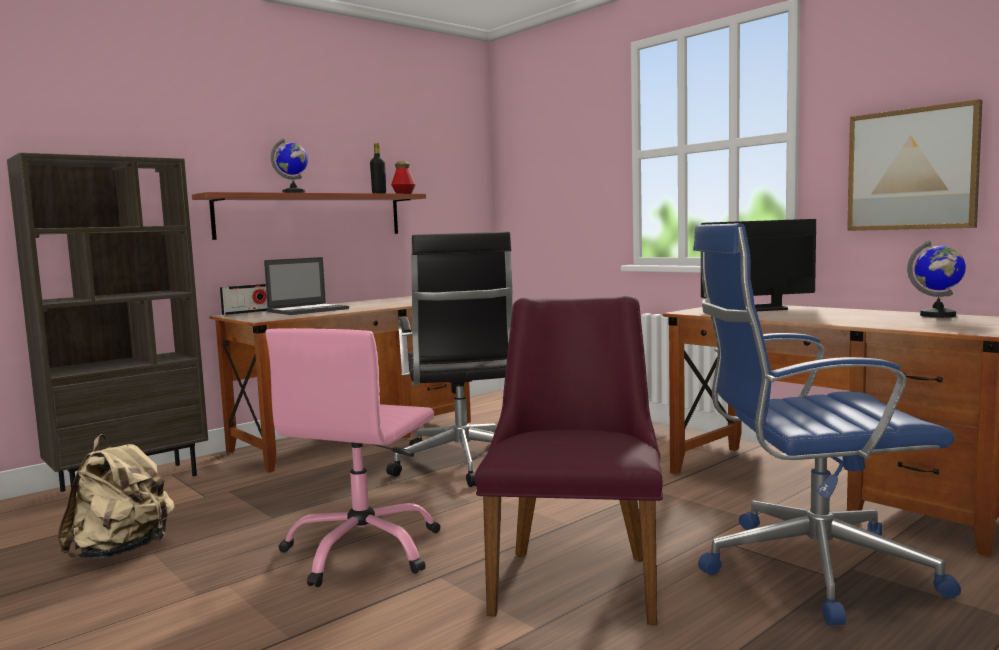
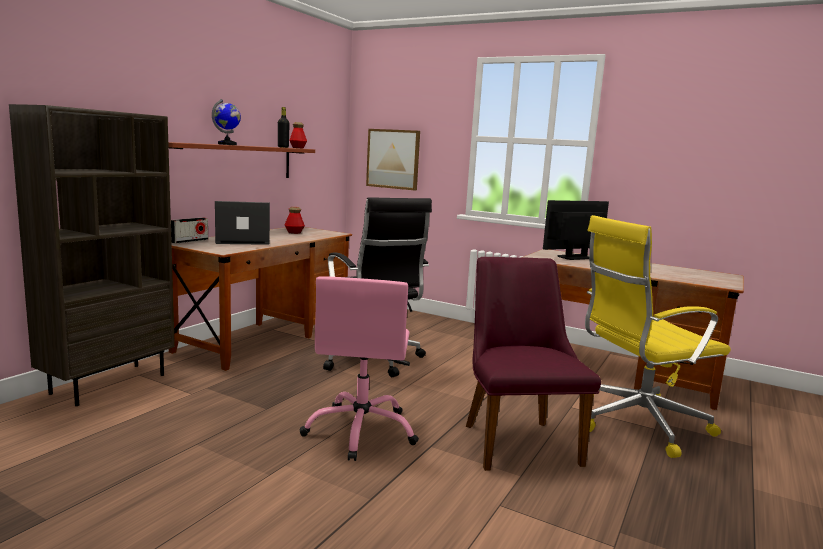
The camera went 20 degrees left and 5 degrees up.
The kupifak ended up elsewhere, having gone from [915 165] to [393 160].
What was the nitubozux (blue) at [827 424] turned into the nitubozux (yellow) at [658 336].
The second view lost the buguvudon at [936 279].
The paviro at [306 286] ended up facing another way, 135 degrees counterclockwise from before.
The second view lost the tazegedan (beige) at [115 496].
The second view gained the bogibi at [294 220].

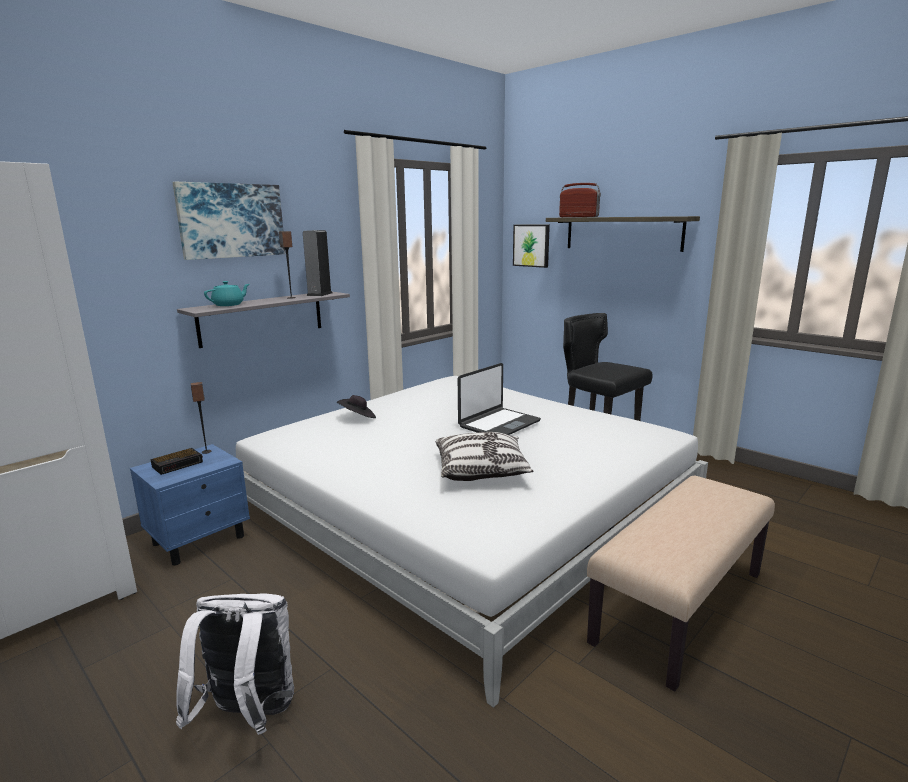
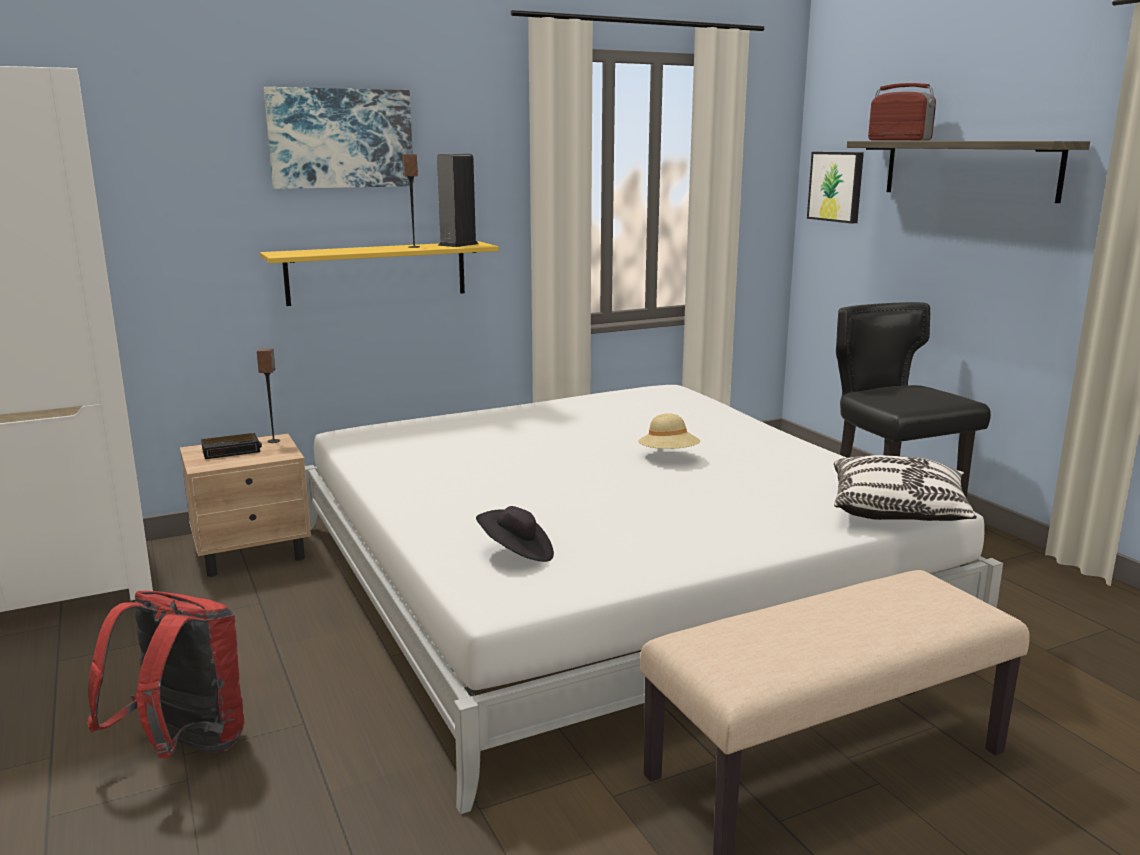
The camera went 20 degrees right and 0 degrees up.
The second view lost the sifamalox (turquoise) at [226 293].
What was the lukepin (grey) at [263 320] turned into the lukepin (yellow) at [379 273].
Where the paviro stood at [499 399], the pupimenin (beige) came to stand at [669 431].
The pupimenin (black) ended up elsewhere, having gone from [356 406] to [515 534].
The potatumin ended up elsewhere, having gone from [484 456] to [905 488].
What was the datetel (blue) at [190 505] turned into the datetel (beige) at [245 505].
What was the tazegedan (white) at [235 664] turned into the tazegedan (red) at [165 674].

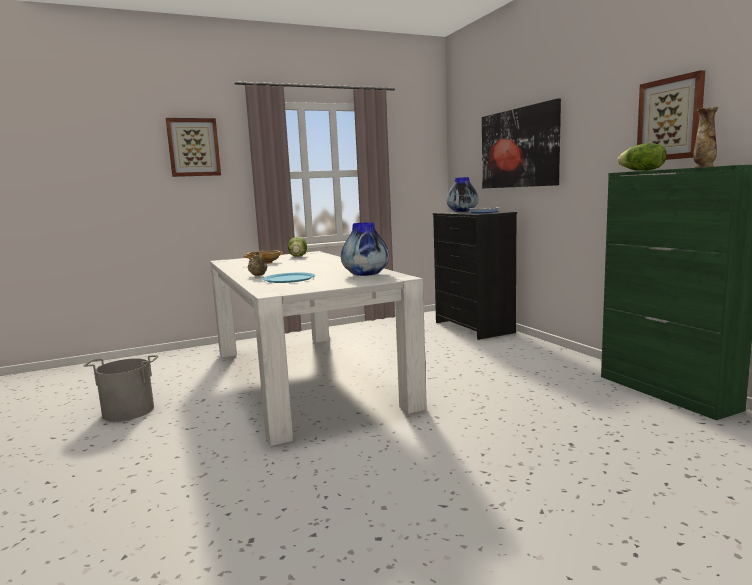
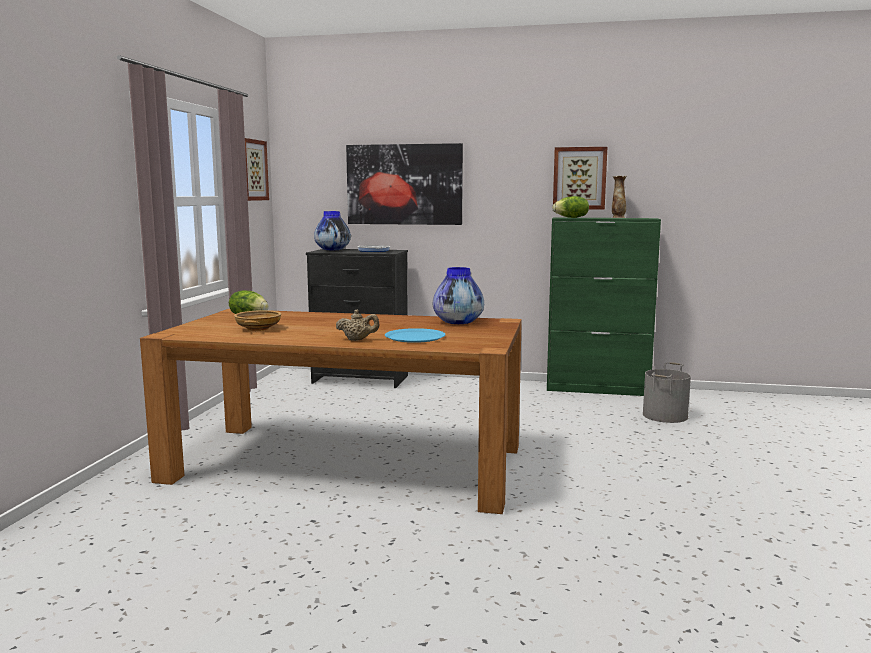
The camera went 55 degrees left and 0 degrees up.
The kupifak ended up elsewhere, having gone from [193 147] to [257 169].
What was the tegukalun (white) at [318 348] turned into the tegukalun (brown) at [331 411].
The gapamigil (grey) ended up elsewhere, having gone from [121 388] to [667 392].

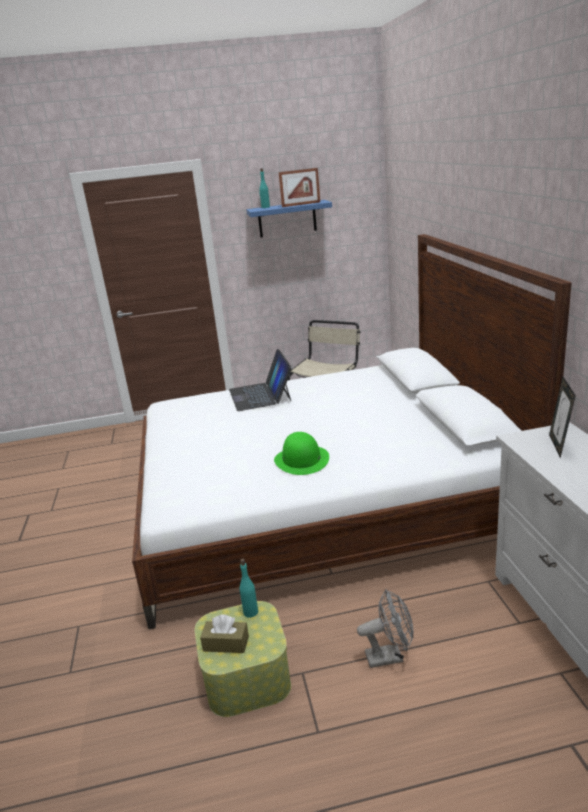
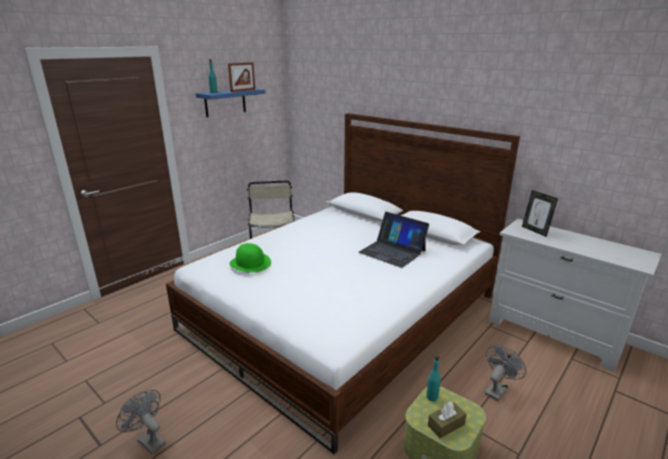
The camera went 40 degrees left and 0 degrees up.
The paviro ended up elsewhere, having gone from [260 380] to [394 240].
The pupimenin (green) ended up elsewhere, having gone from [301 453] to [250 258].
The second view gained the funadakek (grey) at [141 422].

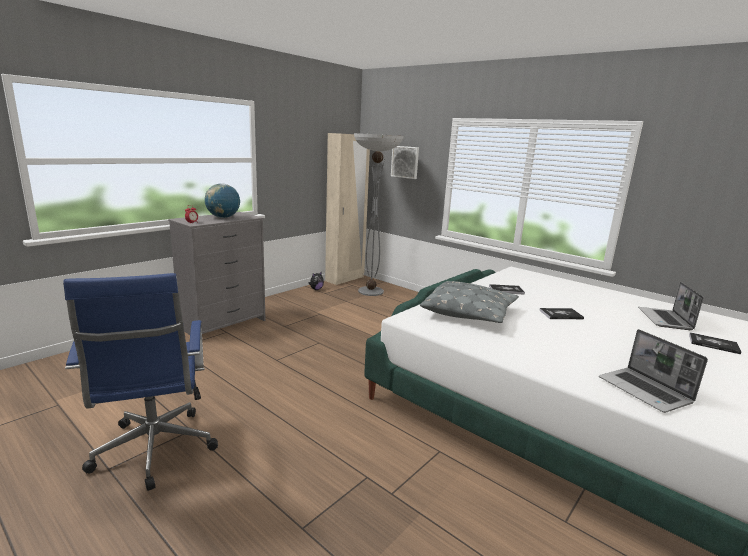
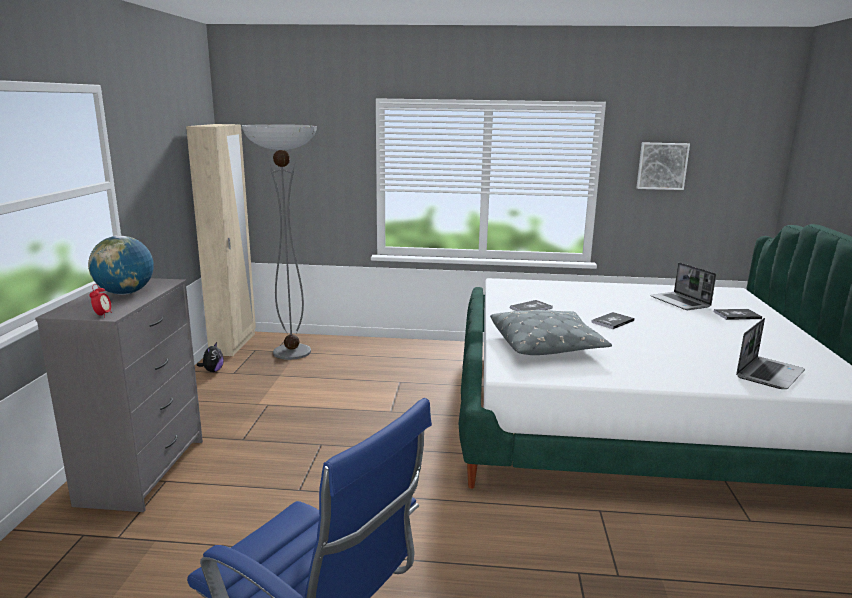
The camera went 35 degrees left and 0 degrees up.
The kupifak ended up elsewhere, having gone from [405 162] to [663 166].
The paviro at [653 371] ended up facing another way, 75 degrees counterclockwise from before.

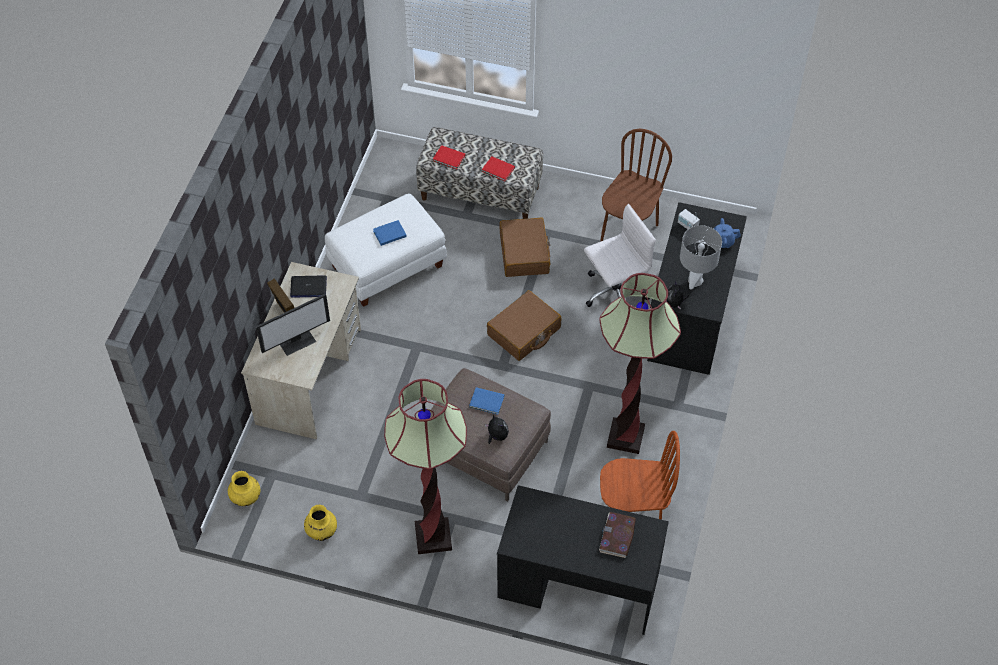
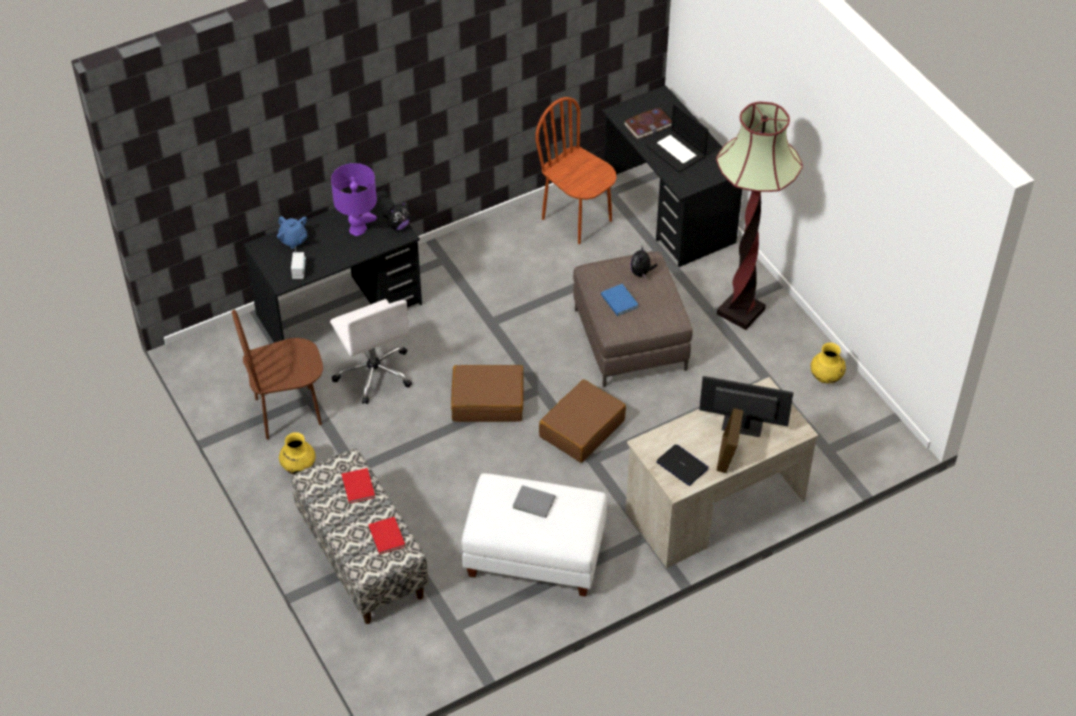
The camera went 135 degrees left and 5 degrees down.
The nitubozux (white) at [620 255] ended up facing another way, 135 degrees counterclockwise from before.
The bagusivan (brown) ended up elsewhere, having gone from [524 247] to [582 421].
What was the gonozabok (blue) at [390 233] turned into the gonozabok (grey) at [534 501].
What was the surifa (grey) at [701 257] turned into the surifa (purple) at [354 199].
The second view lost the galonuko at [640 363].
The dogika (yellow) ended up elsewhere, having gone from [244 488] to [297 453].
The second view gained the paviro at [676 138].

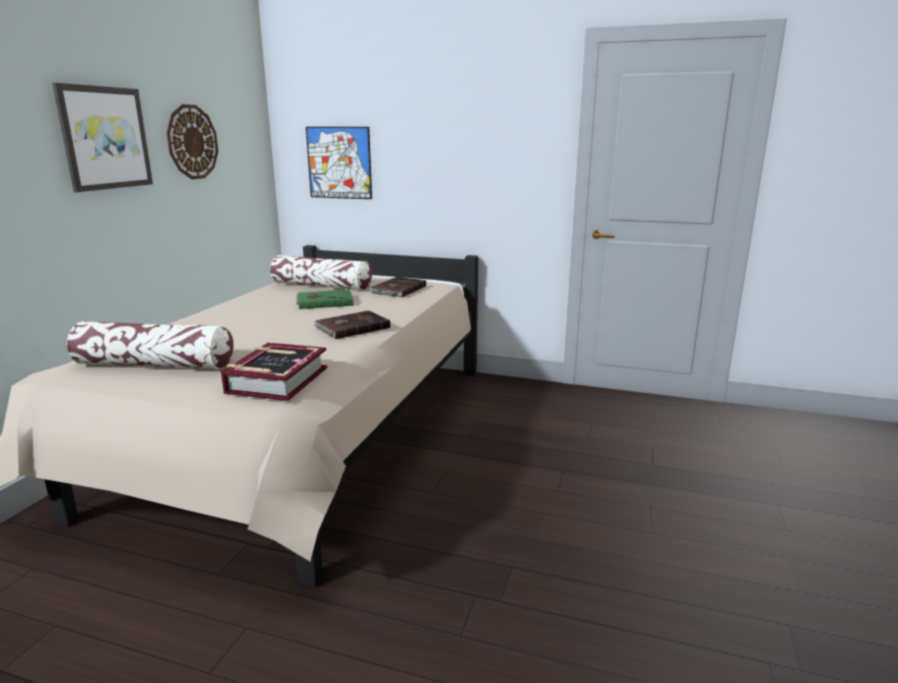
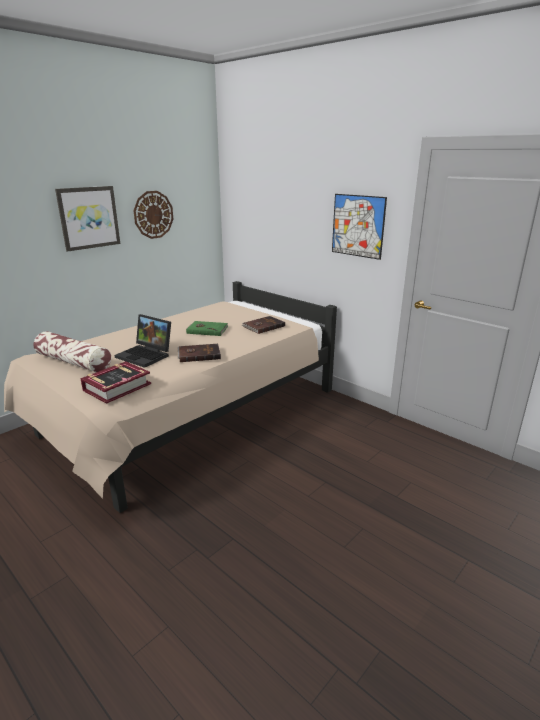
The camera went 25 degrees right and 5 degrees up.
The kupifak ended up elsewhere, having gone from [339 163] to [359 227].
The second view lost the potatumin at [321 272].
The second view gained the paviro at [143 341].

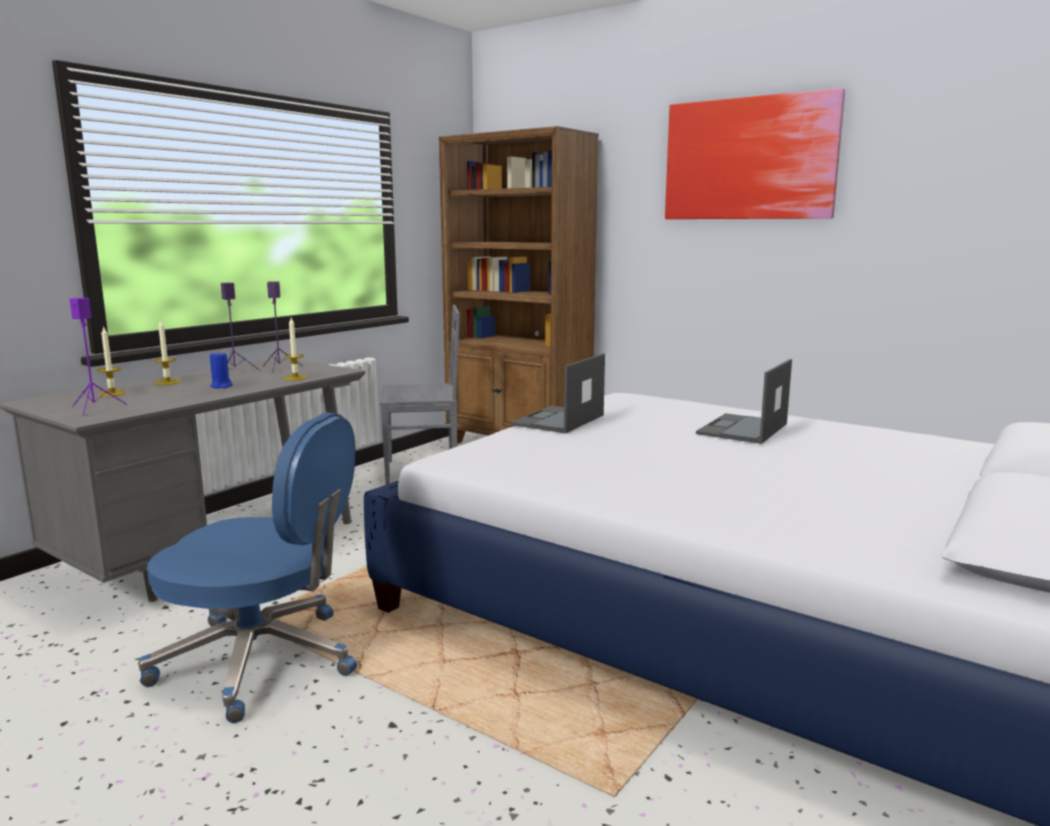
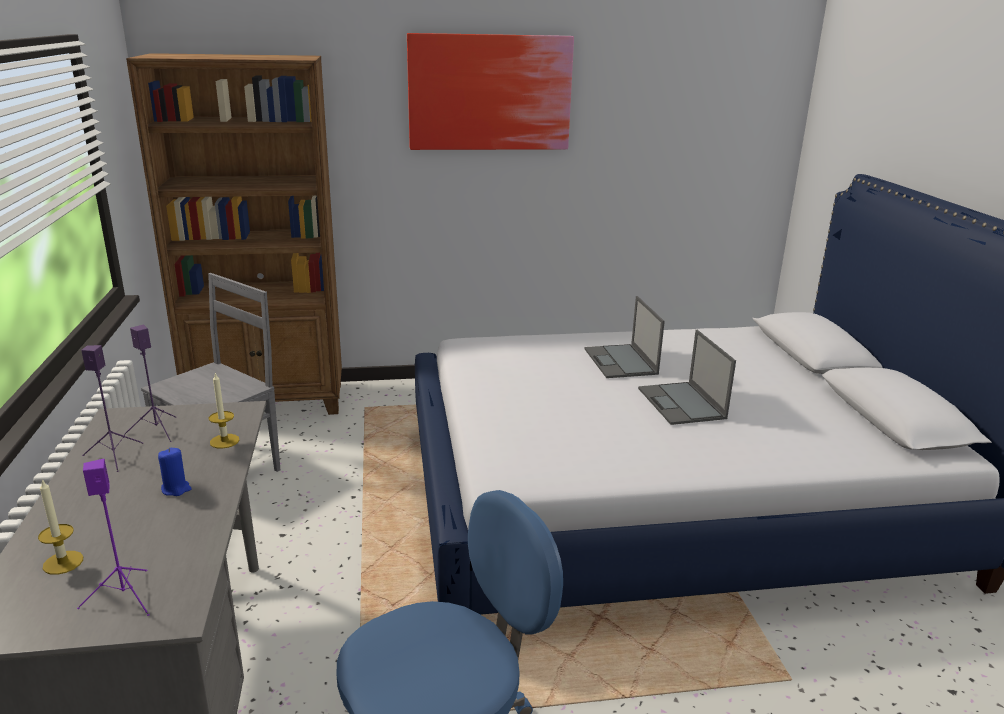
The camera went 45 degrees left and 10 degrees up.
The second view lost the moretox at [167 352].
The paviro ended up elsewhere, having gone from [558 393] to [687 377].

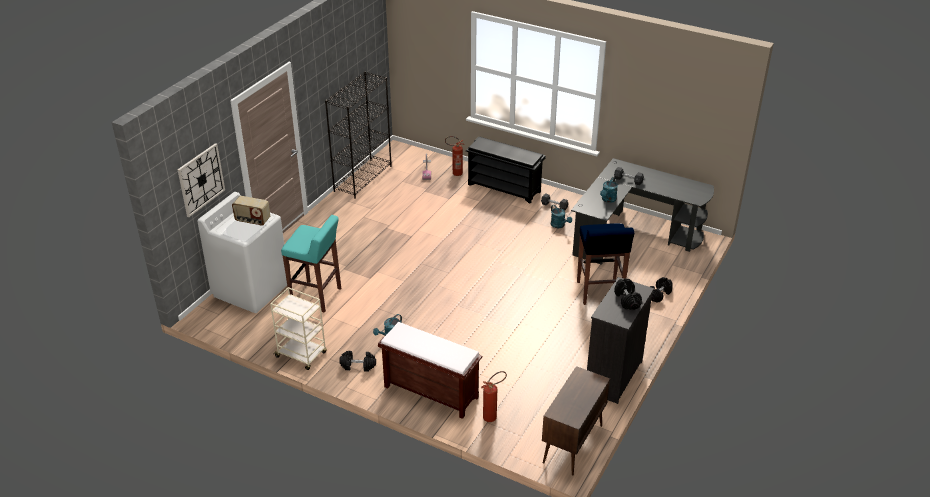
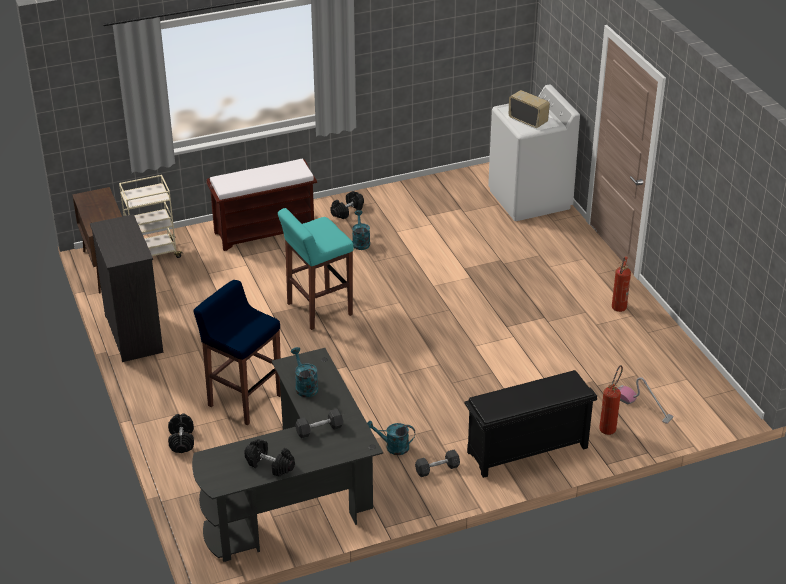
The camera went 130 degrees right and 0 degrees up.
The second view lost the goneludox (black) at [358 135].
The second view lost the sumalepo at [201 180].
The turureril at [251 211] ended up facing another way, 75 degrees clockwise from before.
The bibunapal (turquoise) ended up elsewhere, having gone from [311 264] to [316 269].
The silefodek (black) ended up elsewhere, having gone from [628 294] to [269 458].
The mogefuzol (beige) ended up elsewhere, having gone from [298 328] to [151 216].
The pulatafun ended up elsewhere, having gone from [494 396] to [621 284].

